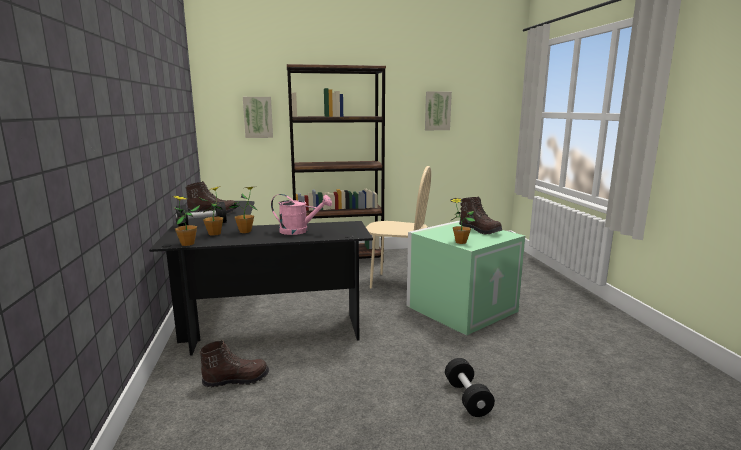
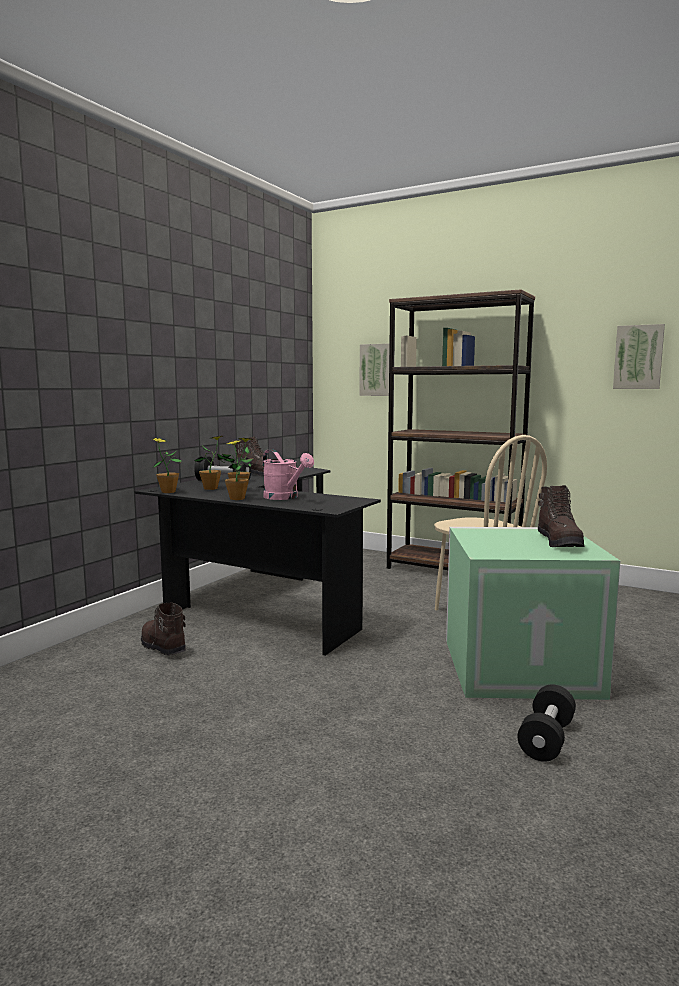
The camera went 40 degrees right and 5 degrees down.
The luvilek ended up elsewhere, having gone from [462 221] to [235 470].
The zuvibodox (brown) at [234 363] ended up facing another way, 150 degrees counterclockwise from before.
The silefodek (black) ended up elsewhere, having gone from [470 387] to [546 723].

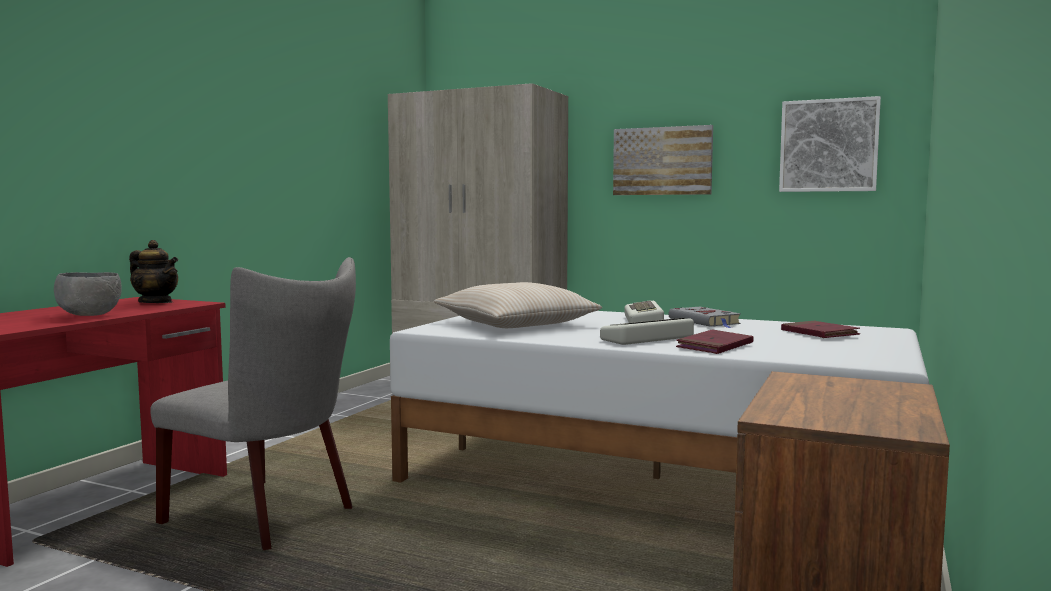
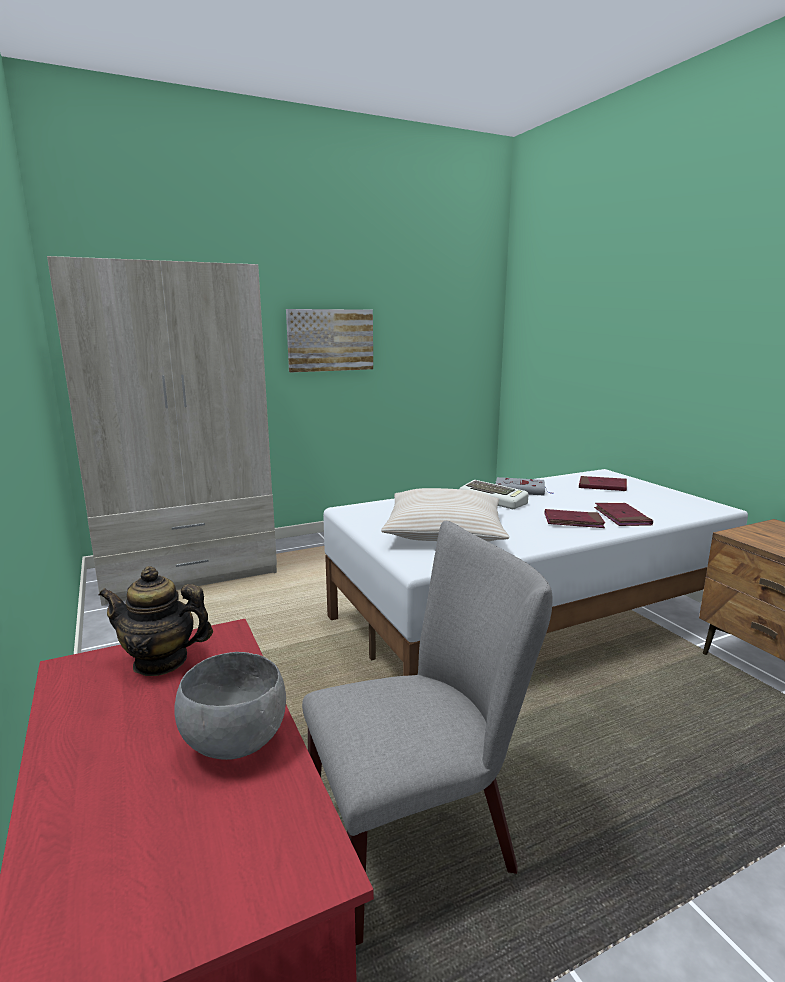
The camera went 50 degrees left and 10 degrees up.
The second view lost the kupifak at [830 144].
The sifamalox at [153 271] ended up facing another way, 150 degrees counterclockwise from before.
Where the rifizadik stood at [647 331], the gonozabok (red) came to stand at [575 518].

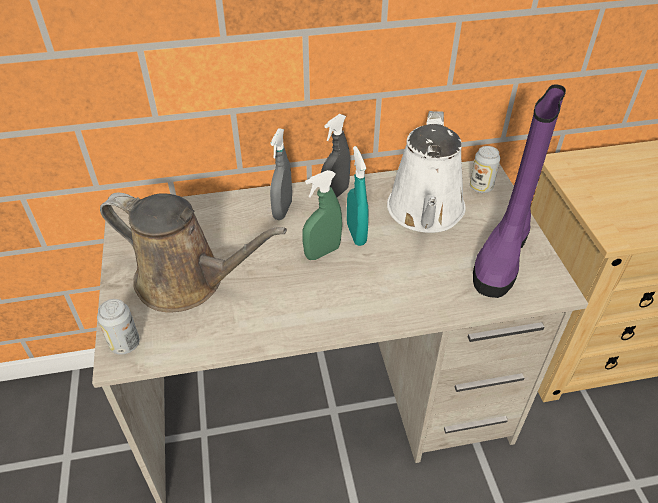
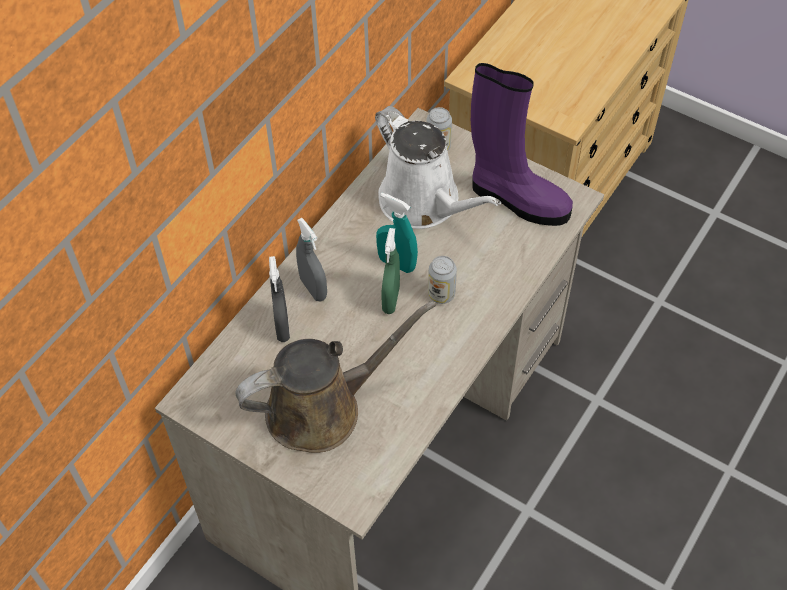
The camera went 45 degrees left and 10 degrees up.
The zuvibodox (purple) at [519 191] ended up facing another way, 45 degrees counterclockwise from before.
The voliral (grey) ended up elsewhere, having gone from [335 155] to [279 299].
The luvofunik ended up elsewhere, having gone from [118 327] to [442 280].

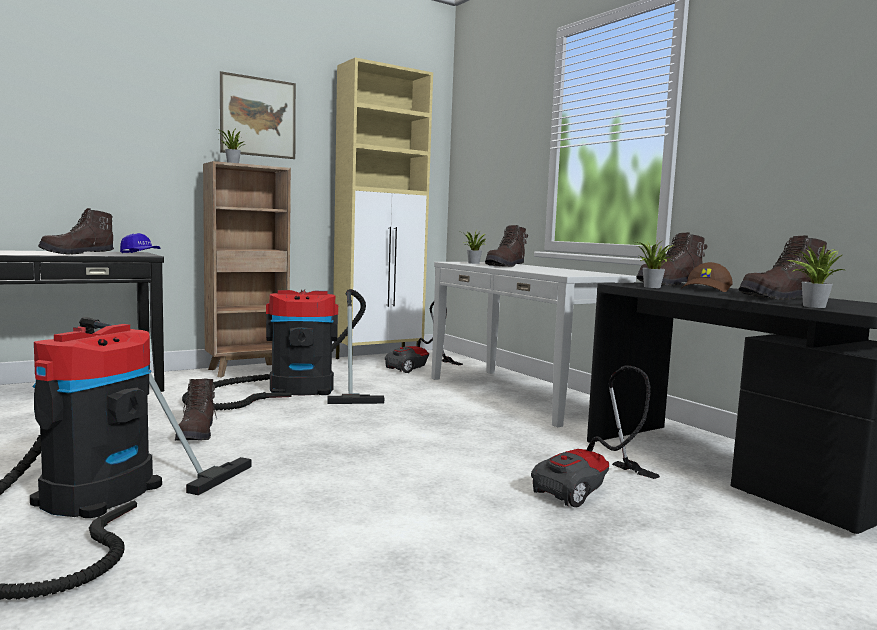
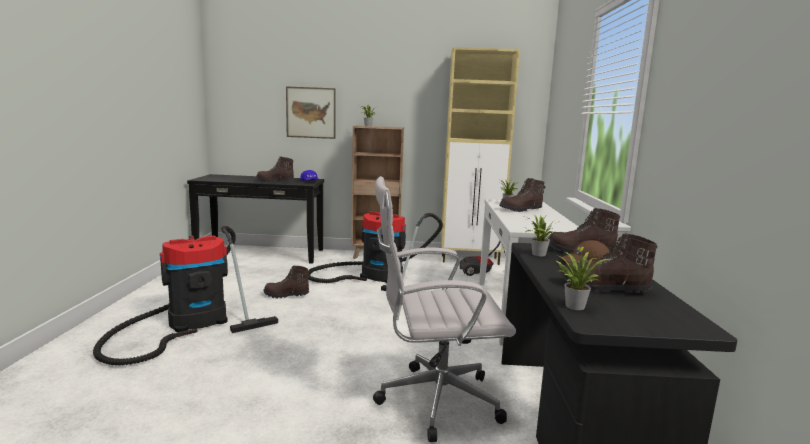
The camera went 35 degrees right and 5 degrees up.
The kupifak ended up elsewhere, having gone from [258 115] to [311 112].
Where the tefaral stood at [595 436], the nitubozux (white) came to stand at [444 309].
The zuvibodox (brown) at [196 410] ended up facing another way, 60 degrees clockwise from before.

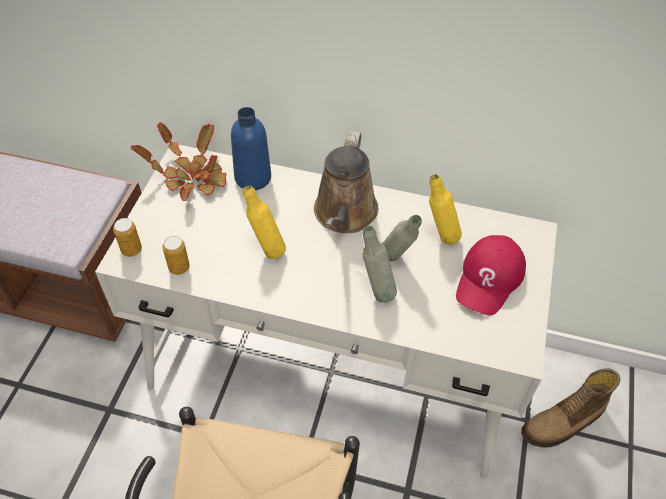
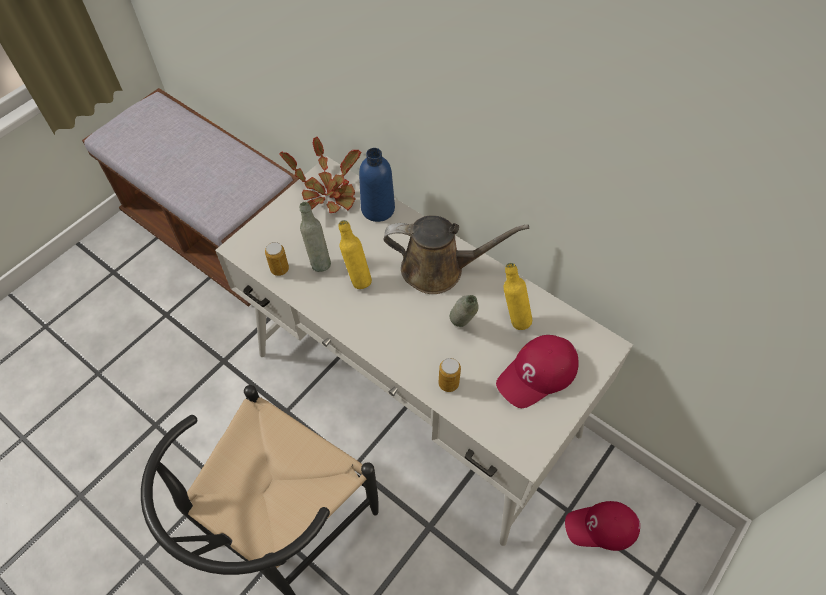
The camera went 25 degrees right and 5 degrees up.
The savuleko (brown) at [346 182] ended up facing another way, 120 degrees counterclockwise from before.
The luvofunik ended up elsewhere, having gone from [127 237] to [449 375].
The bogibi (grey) ended up elsewhere, having gone from [379 264] to [315 237].
Where the zuvibodox stood at [570 408], the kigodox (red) came to stand at [602 526].

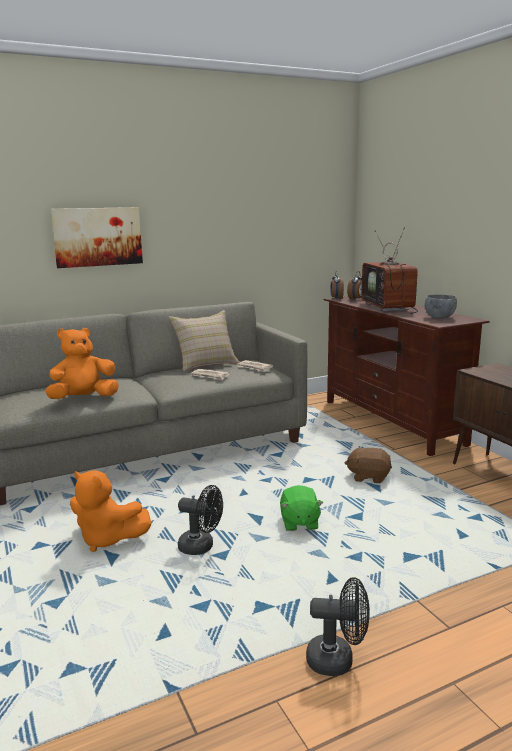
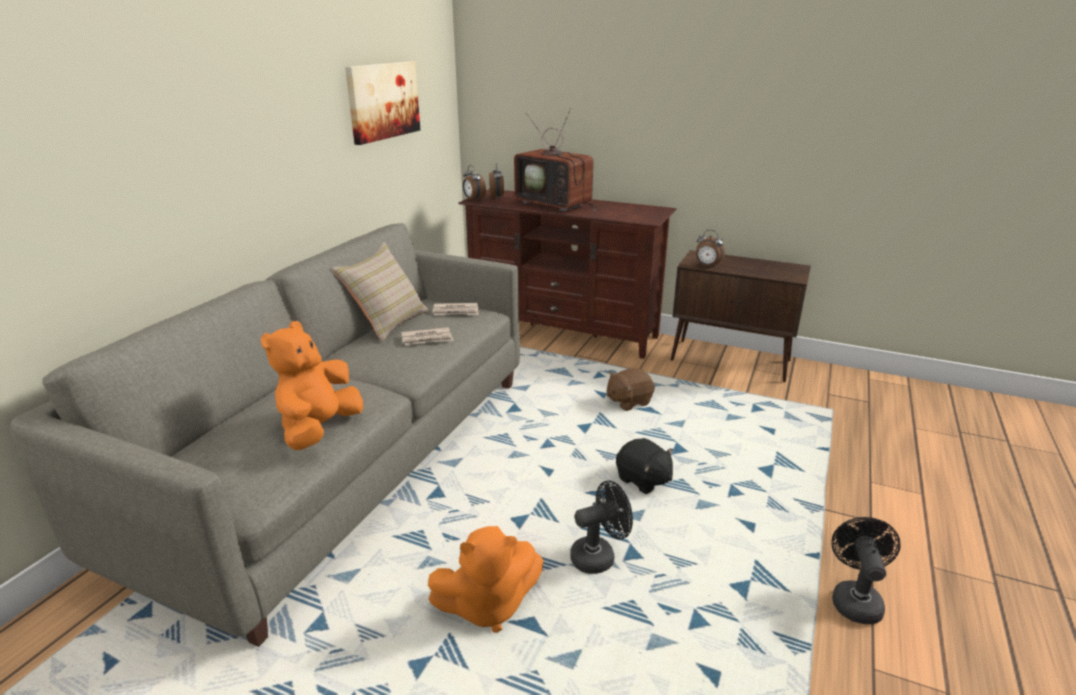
The camera went 40 degrees left and 10 degrees up.
The kupifak ended up elsewhere, having gone from [96 237] to [382 103].
The second view lost the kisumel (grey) at [440 306].
What was the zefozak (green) at [301 508] turned into the zefozak (black) at [644 466].
The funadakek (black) at [338 626] ended up facing another way, 45 degrees counterclockwise from before.
The second view gained the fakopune at [710 249].

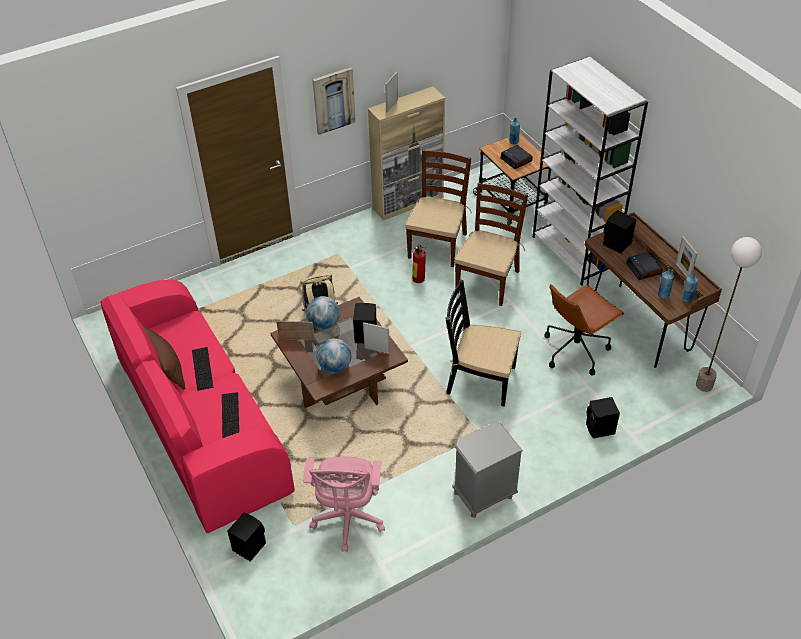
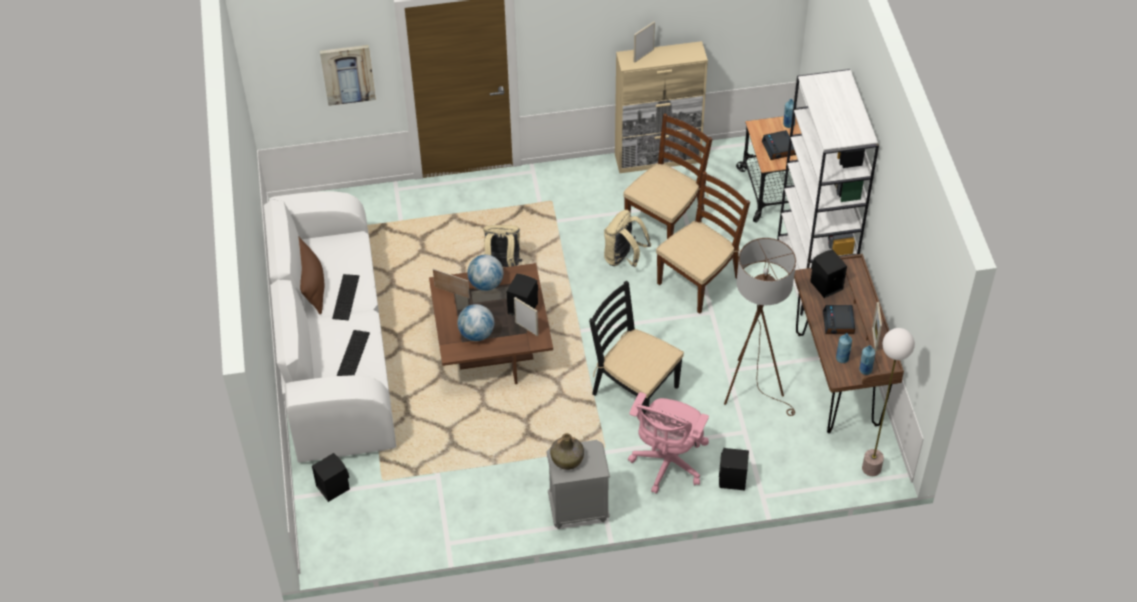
The camera went 20 degrees right and 5 degrees up.
The kupifak ended up elsewhere, having gone from [334 101] to [348 75].
Where the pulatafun stood at [419 264], the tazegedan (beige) came to stand at [627 238].
What was the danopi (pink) at [197 406] turned into the danopi (white) at [330 327].
Where the nitubozux (brown) stood at [584 329], the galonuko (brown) came to stand at [760 327].
The nitubozux (pink) ended up elsewhere, having gone from [344 504] to [668 443].
The second view gained the bogibi (green) at [567 451].

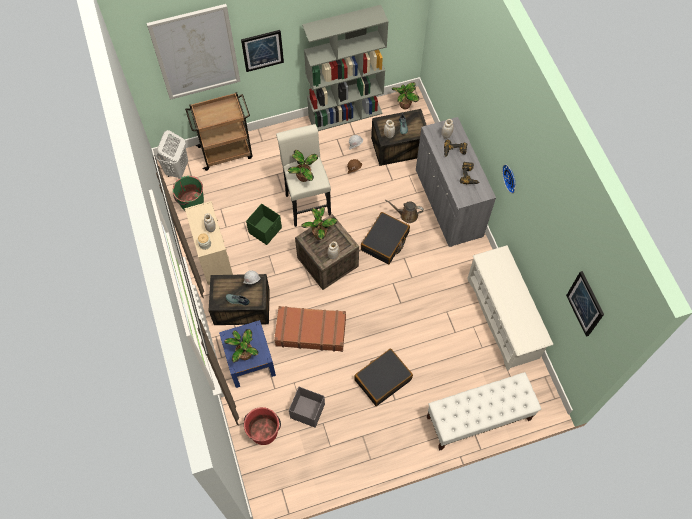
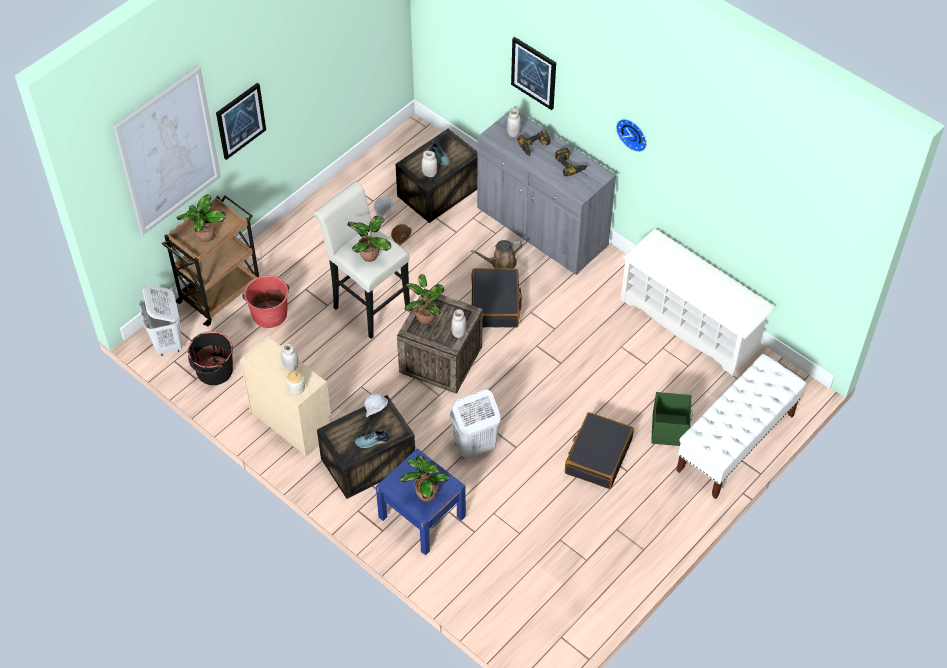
The camera went 30 degrees left and 10 degrees down.
The second view lost the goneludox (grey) at [345 68].
The luvilek ended up elsewhere, having gone from [405 95] to [201 218].
What was the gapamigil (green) at [188 193] turned into the gapamigil (black) at [210 358].
The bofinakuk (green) ended up elsewhere, having gone from [264 224] to [672 419].
The kupifak ended up elsewhere, having gone from [585 304] to [533 73].
Where the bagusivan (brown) stood at [310 329], the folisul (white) came to stand at [475 424].
The second view lost the bofinakuk (grey) at [307 407].
The gapamigil (red) ended up elsewhere, having gone from [262 426] to [265 301].

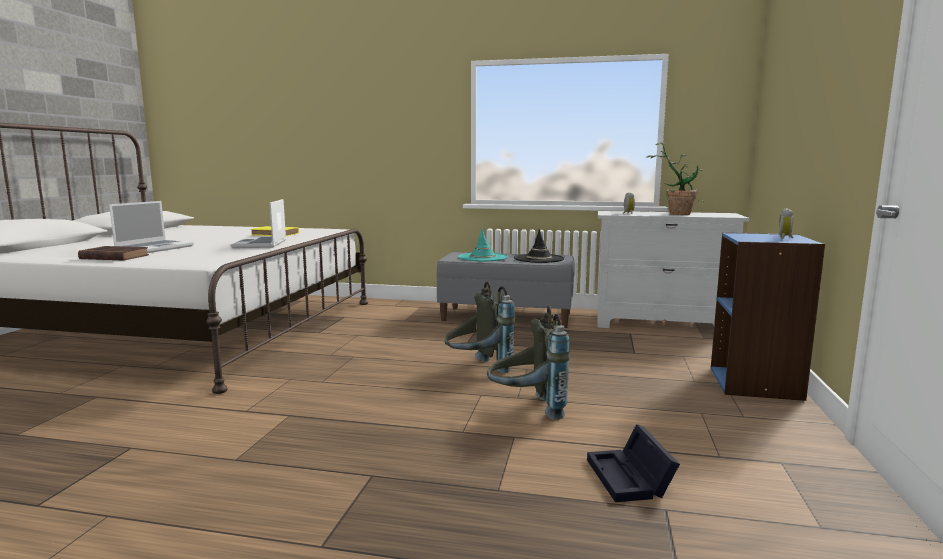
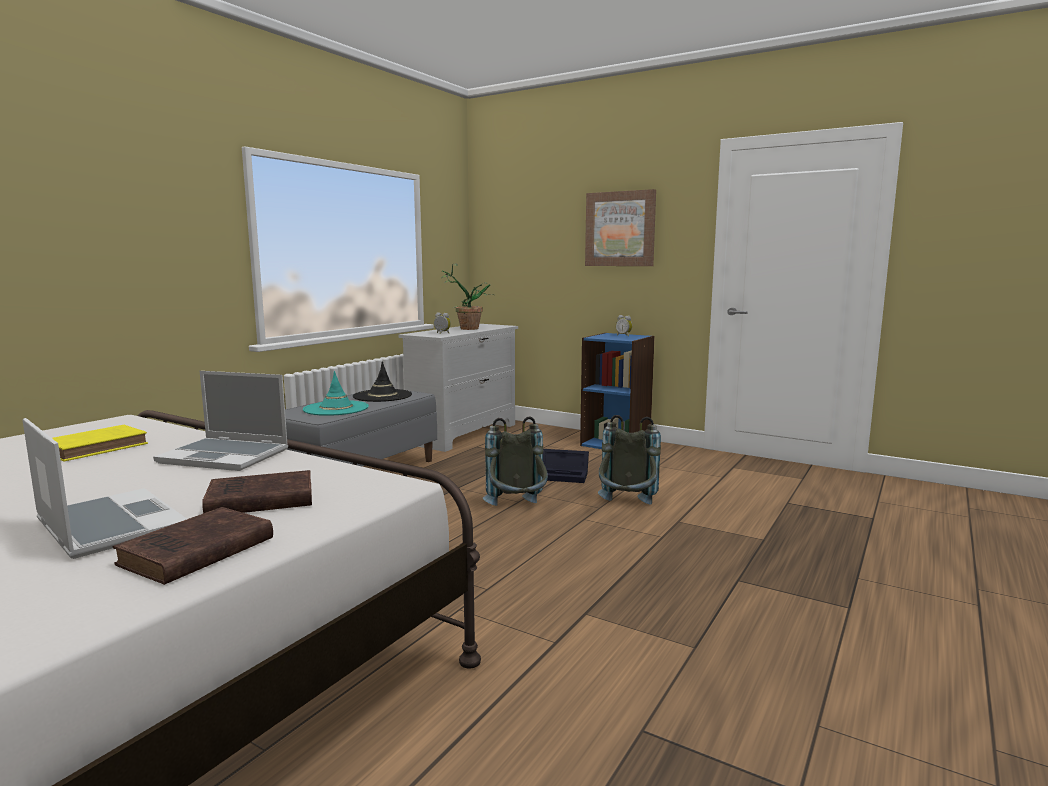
The camera went 70 degrees left and 0 degrees up.
The bofinakuk (black) ended up elsewhere, having gone from [633 463] to [566 466].
The second view gained the kupifak at [620 227].
The second view gained the gonozabok (brown) at [257 491].

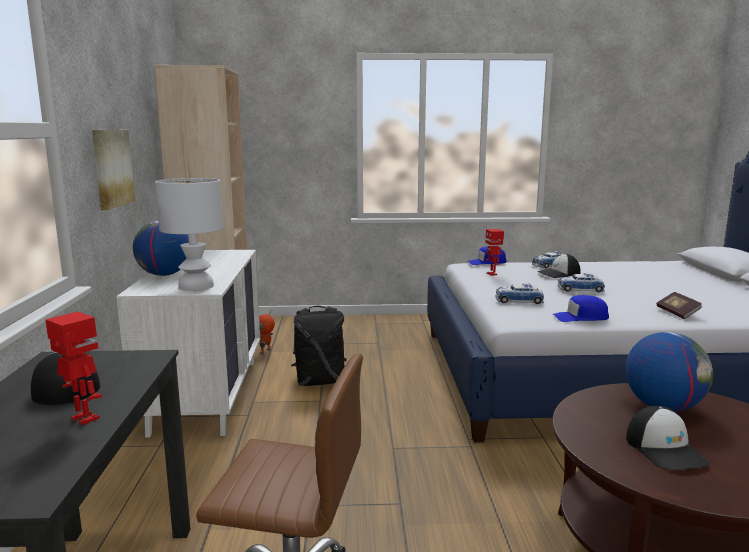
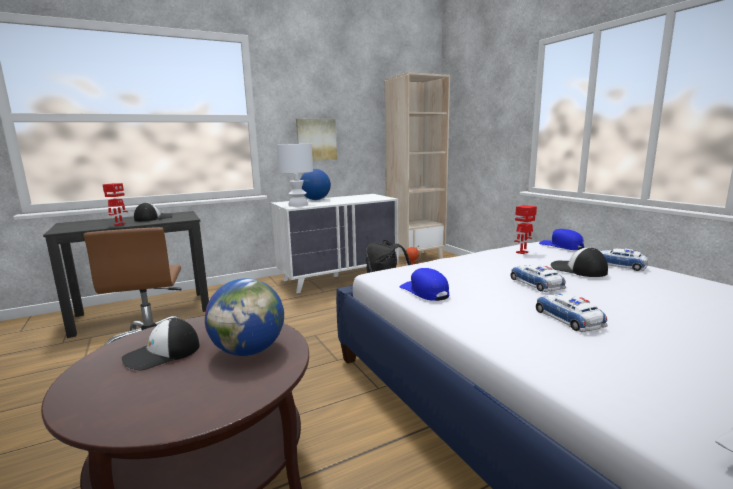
The camera went 65 degrees right and 0 degrees up.
The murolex ended up elsewhere, having gone from [519 293] to [572 313].
The second view lost the gonozabok at [679 305].

